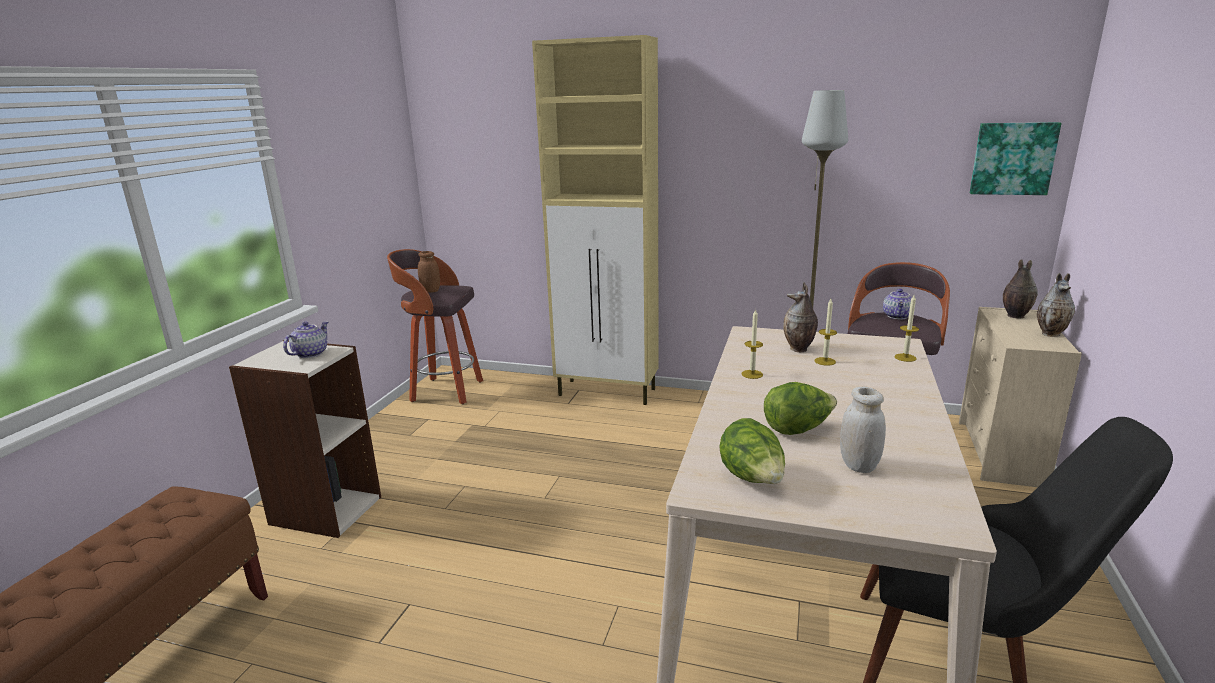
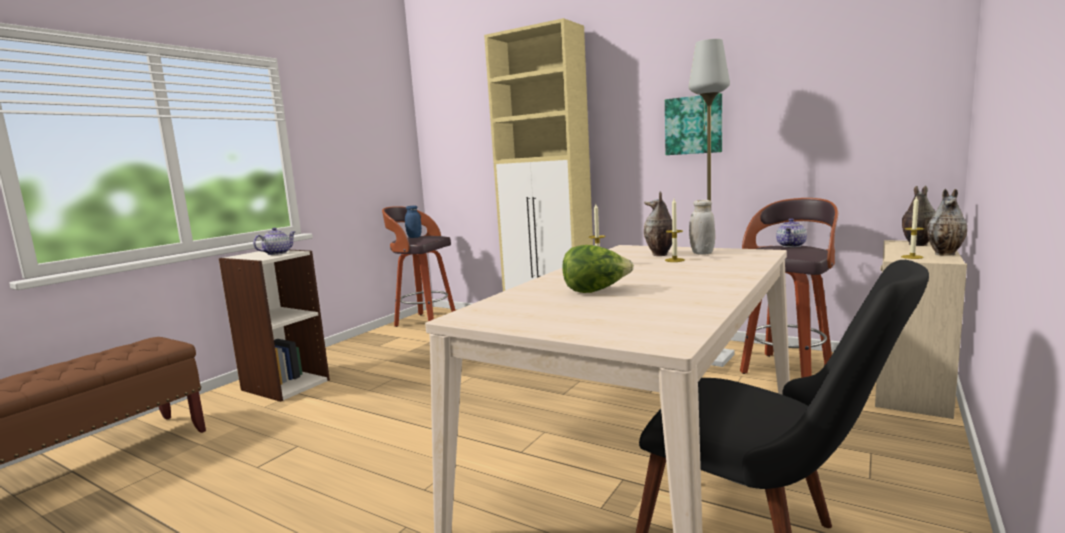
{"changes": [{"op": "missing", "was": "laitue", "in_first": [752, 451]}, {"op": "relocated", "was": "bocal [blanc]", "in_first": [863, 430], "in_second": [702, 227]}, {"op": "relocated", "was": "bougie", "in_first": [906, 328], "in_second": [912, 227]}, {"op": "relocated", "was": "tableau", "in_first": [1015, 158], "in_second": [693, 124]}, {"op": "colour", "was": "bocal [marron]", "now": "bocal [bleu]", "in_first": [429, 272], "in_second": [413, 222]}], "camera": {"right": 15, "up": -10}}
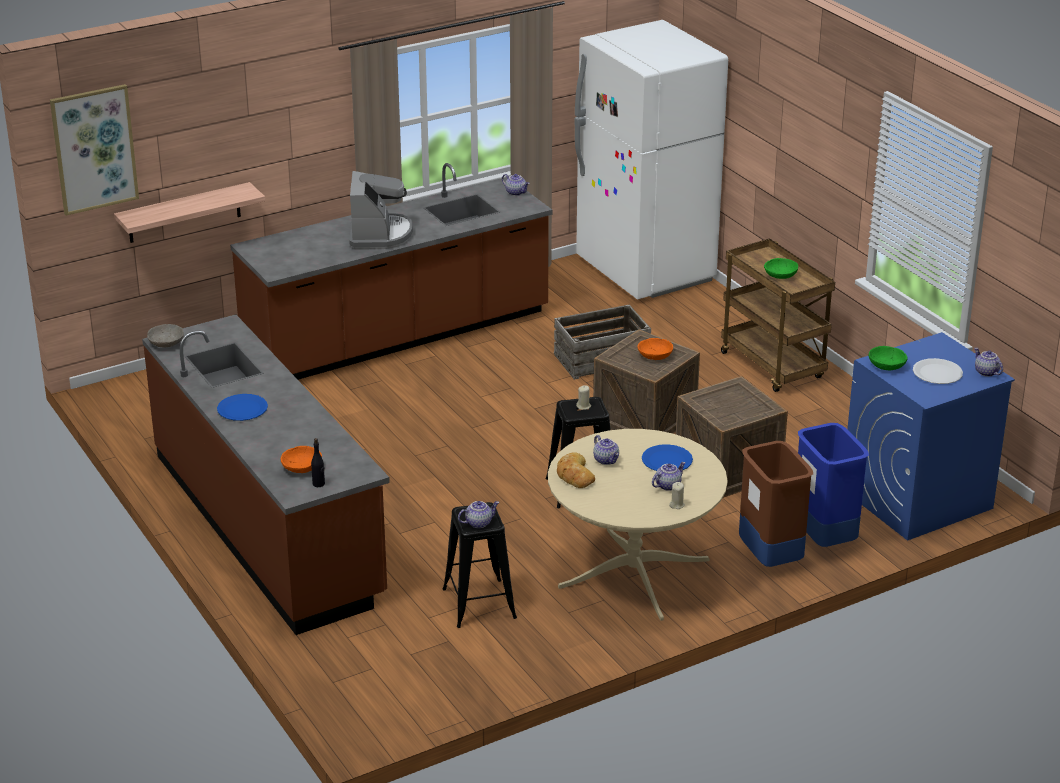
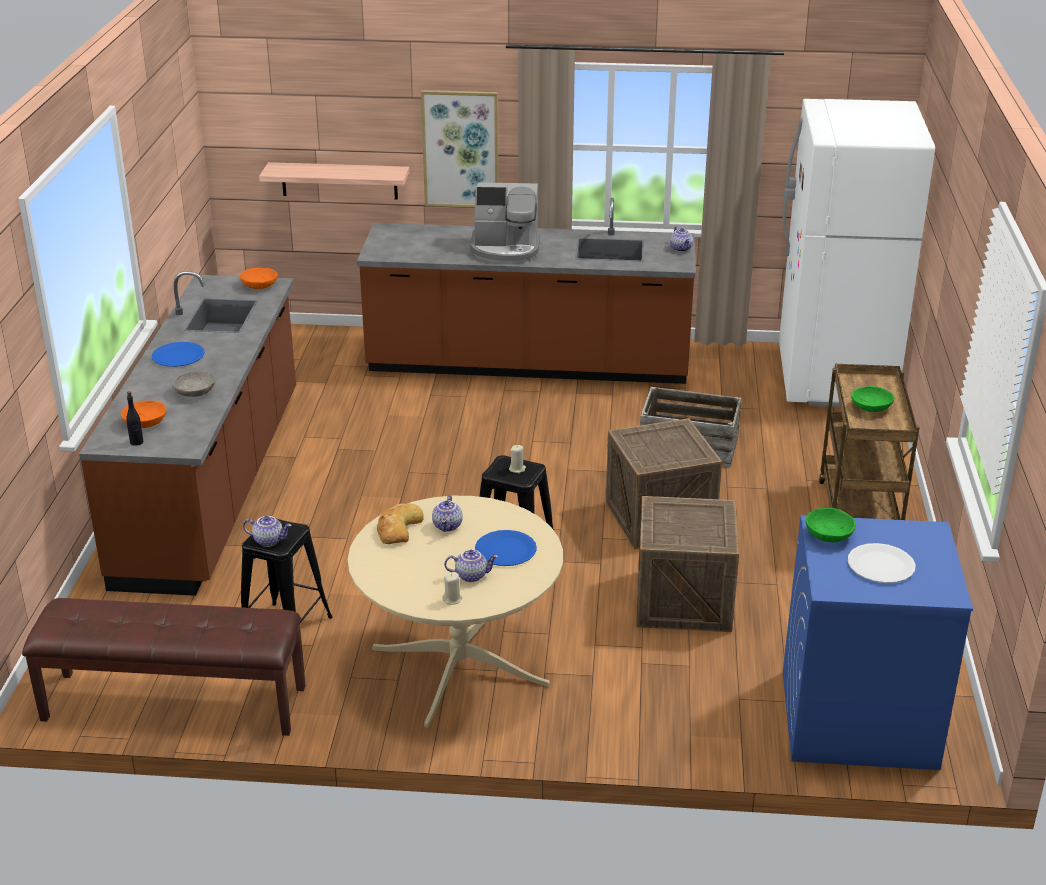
{"changes": [{"op": "missing", "was": "poubelle [marron]", "in_first": [776, 504]}, {"op": "missing", "was": "poubelle [bleu]", "in_first": [833, 485]}, {"op": "missing", "was": "théière", "in_first": [988, 362]}, {"op": "appeared", "now": "banc [marron]", "in_second": [163, 667]}, {"op": "relocated", "was": "tableau", "in_first": [94, 150], "in_second": [459, 149]}, {"op": "relocated", "was": "bol [gris]", "in_first": [165, 335], "in_second": [193, 384]}, {"op": "relocated", "was": "bol [orange]", "in_first": [655, 349], "in_second": [259, 278]}, {"op": "spun", "was": "machine à café", "in_first": [381, 210], "in_second": [505, 222], "clockwise": 60}], "camera": {"right": 35, "up": 0}}
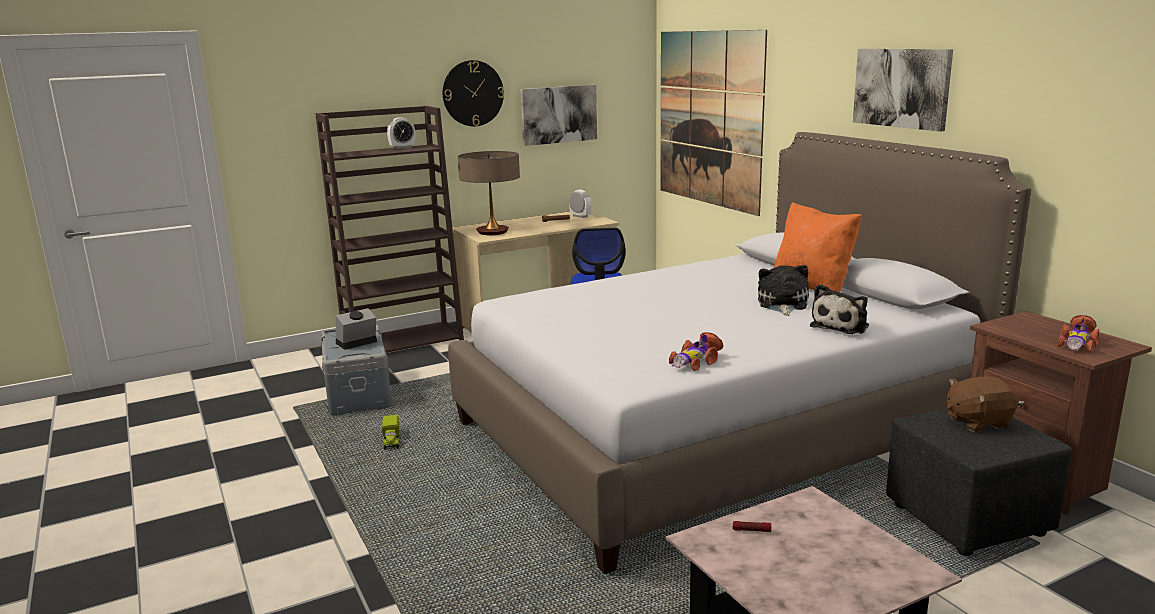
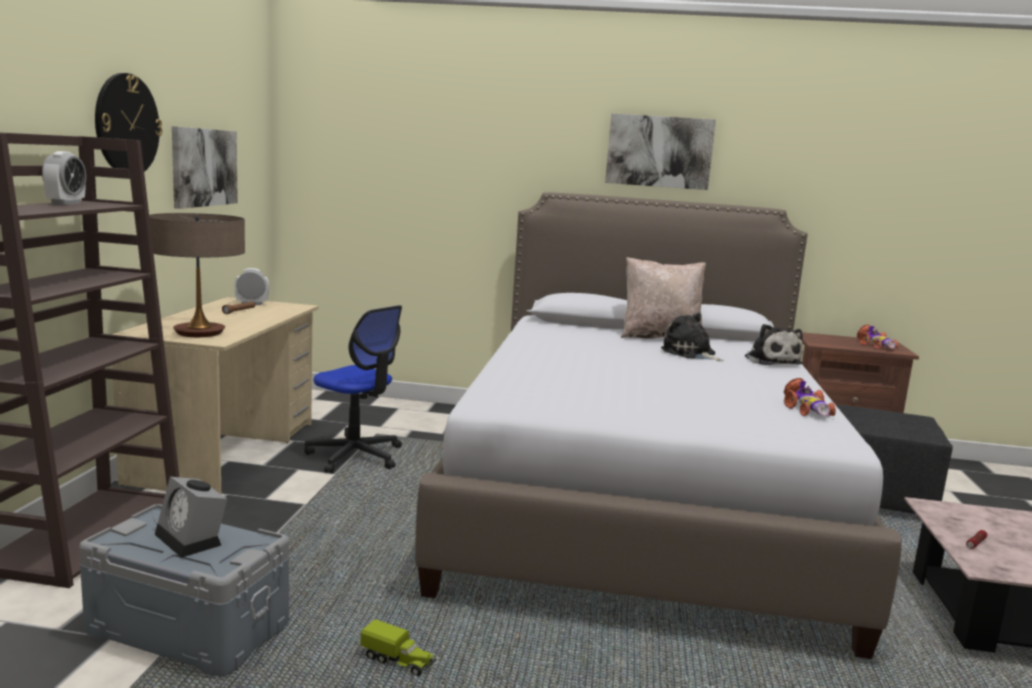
{"changes": [{"op": "missing", "was": "tableau", "in_first": [713, 123]}, {"op": "missing", "was": "peluche [marron]", "in_first": [982, 404]}, {"op": "colour", "was": "coussin [orange]", "now": "coussin [beige]", "in_first": [818, 247], "in_second": [663, 298]}, {"op": "spun", "was": "réveil", "in_first": [356, 329], "in_second": [191, 517], "clockwise": -45}], "camera": {"right": -55, "up": -5}}
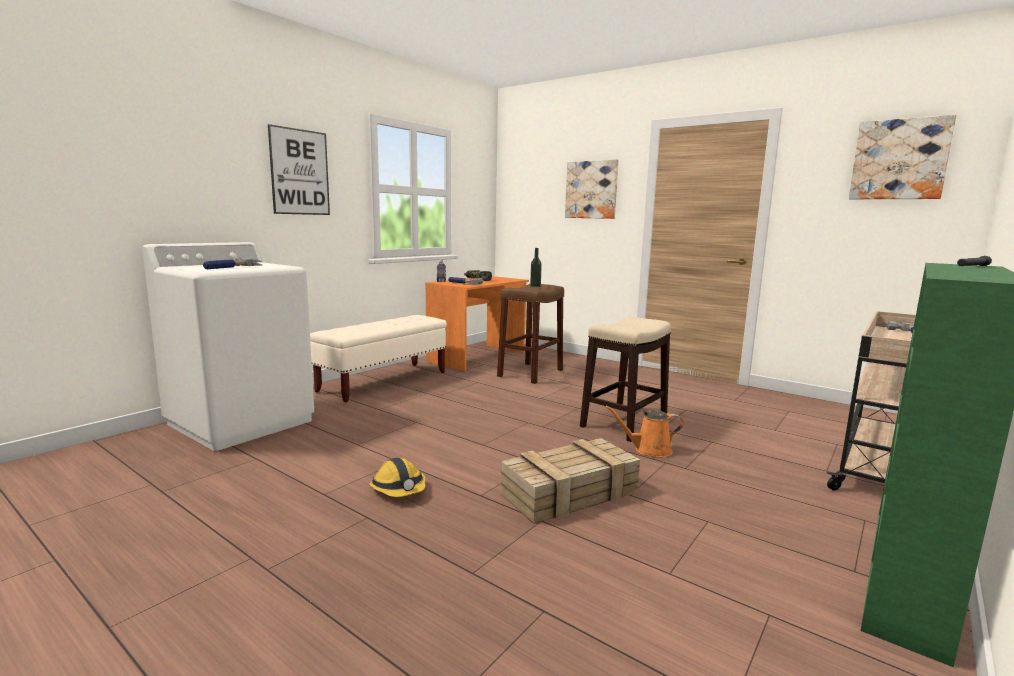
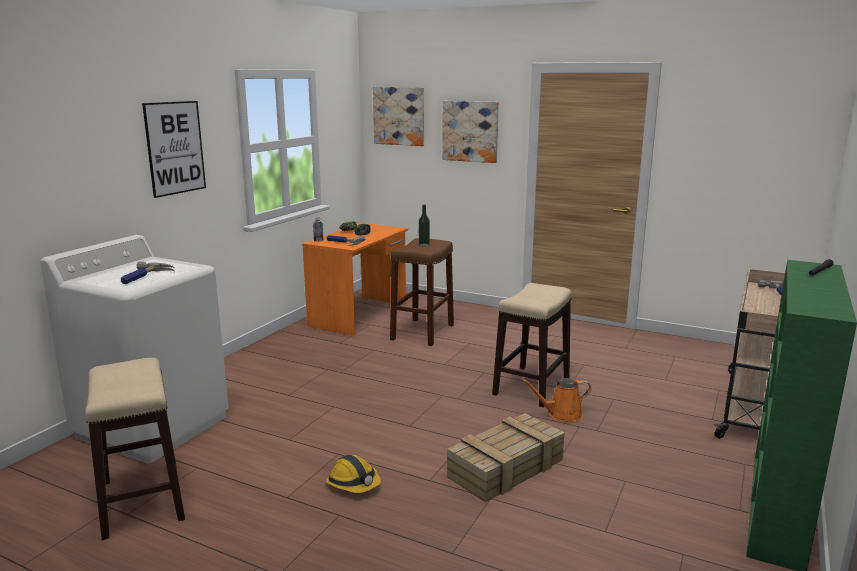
{"changes": [{"op": "missing", "was": "banc [beige]", "in_first": [378, 359]}, {"op": "appeared", "now": "tabouret", "in_second": [135, 449]}, {"op": "relocated", "was": "tableau", "in_first": [902, 157], "in_second": [398, 116]}], "camera": {"right": -10, "up": 5}}
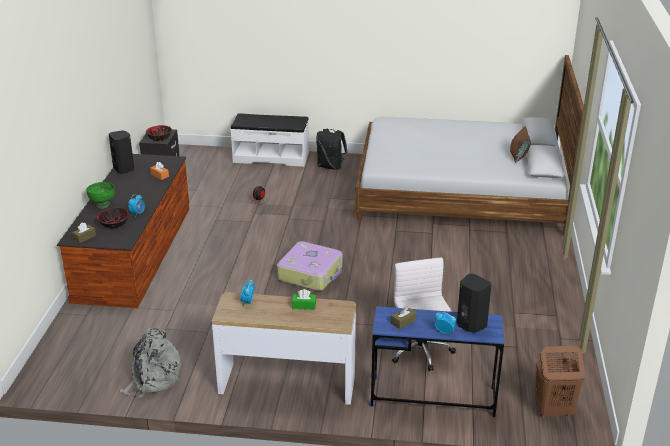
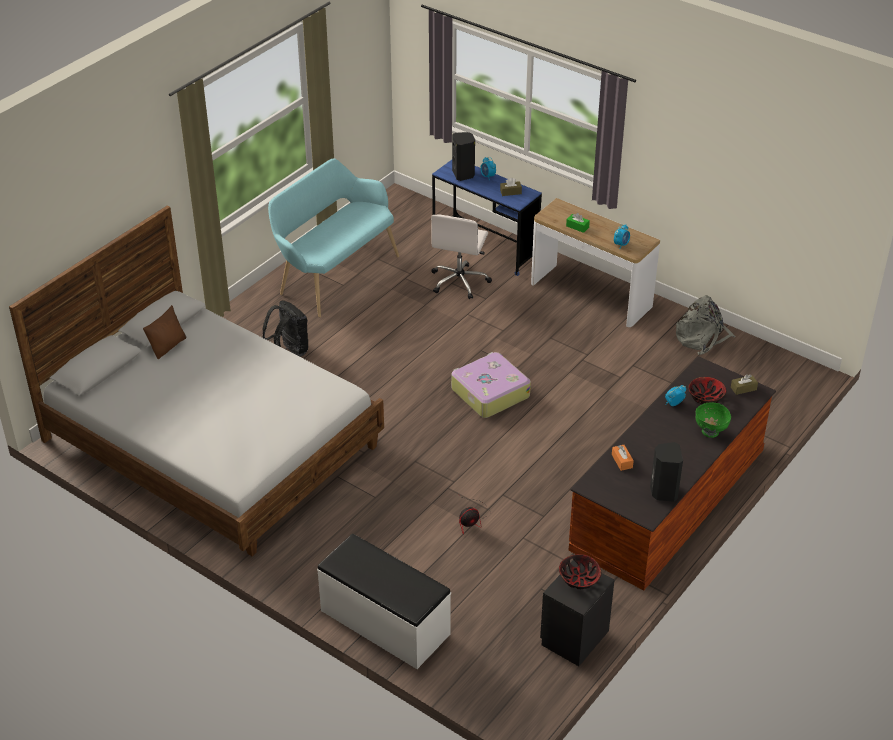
{"changes": [{"op": "missing", "was": "panier à linge [marron]", "in_first": [560, 382]}, {"op": "appeared", "now": "banc [turquoise]", "in_second": [333, 237]}, {"op": "relocated", "was": "sac à dos [noir]", "in_first": [332, 149], "in_second": [285, 329]}], "camera": {"right": -150, "up": 10}}
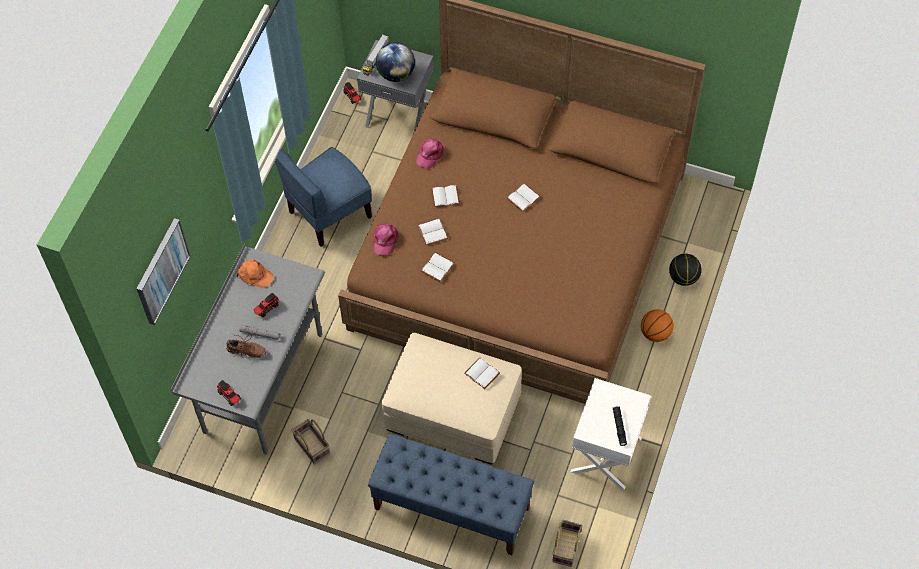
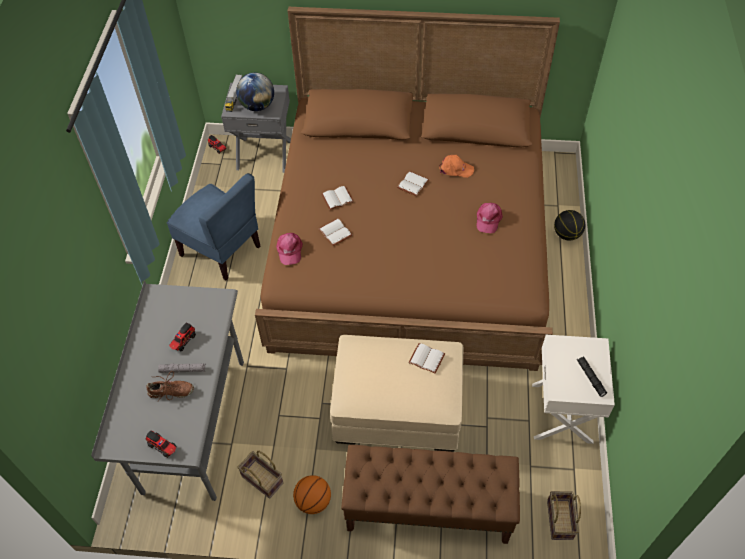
{"changes": [{"op": "missing", "was": "tableau", "in_first": [163, 271]}, {"op": "missing", "was": "livre [blanc]", "in_first": [438, 267]}, {"op": "relocated", "was": "casquette [orange]", "in_first": [255, 273], "in_second": [456, 166]}, {"op": "relocated", "was": "casquette [rose]", "in_first": [430, 153], "in_second": [490, 218]}, {"op": "relocated", "was": "ballon de basket", "in_first": [657, 325], "in_second": [312, 494]}, {"op": "colour", "was": "banc [bleu]", "now": "banc [marron]", "in_first": [451, 494], "in_second": [430, 494]}, {"op": "spun", "was": "chaise [bleu]", "in_first": [323, 197], "in_second": [213, 226], "clockwise": -90}], "camera": {"right": -15, "up": -5}}
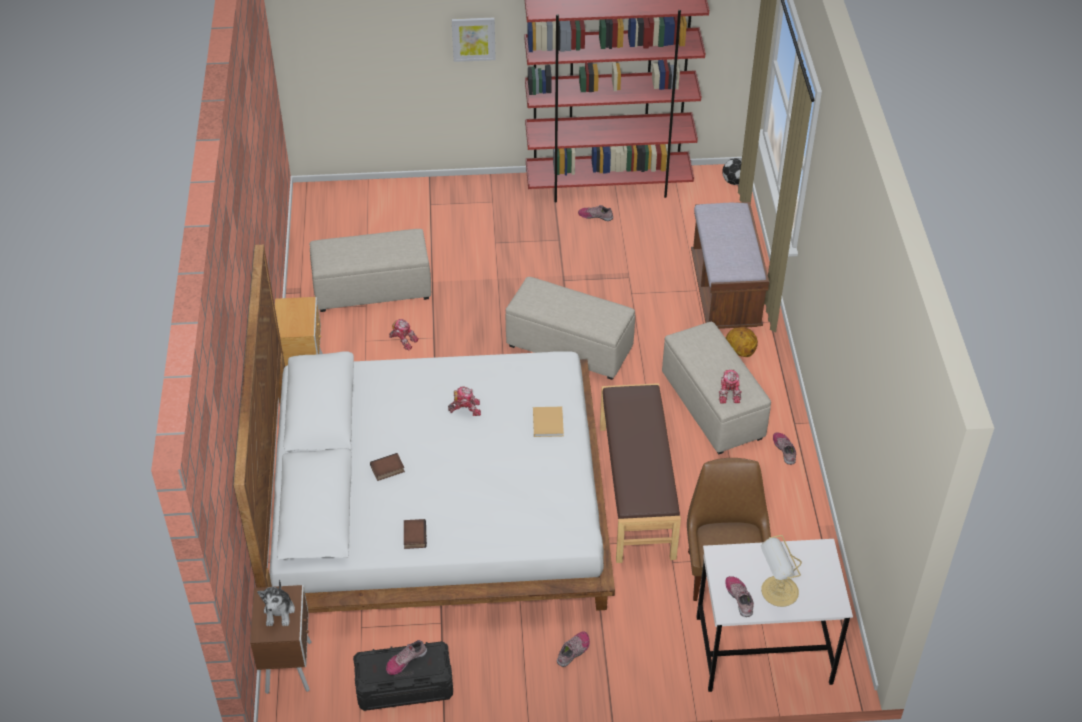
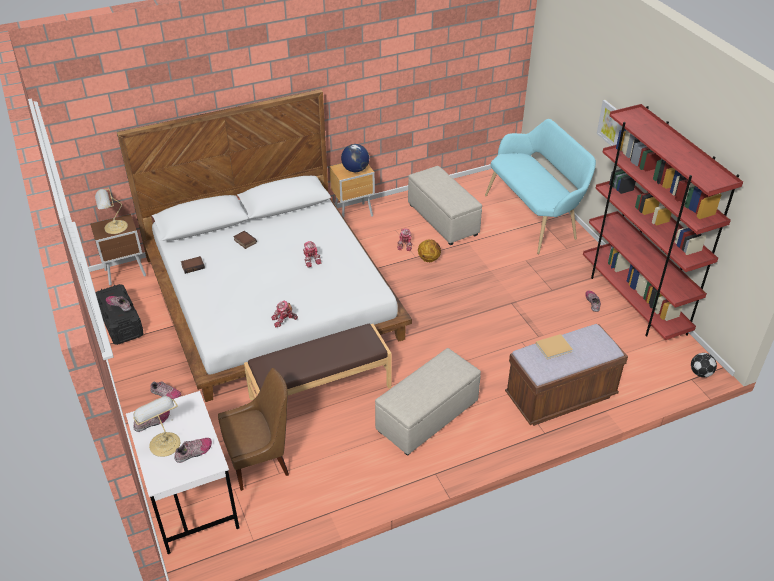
{"changes": [{"op": "missing", "was": "pouf [beige]", "in_first": [570, 328]}, {"op": "appeared", "now": "globe", "in_second": [355, 158]}, {"op": "appeared", "now": "banc [turquoise]", "in_second": [540, 186]}, {"op": "relocated", "was": "livre [beige]", "in_first": [548, 421], "in_second": [554, 347]}, {"op": "relocated", "was": "robot jouet", "in_first": [730, 386], "in_second": [284, 314]}, {"op": "relocated", "was": "ballon de basket", "in_first": [742, 342], "in_second": [429, 251]}, {"op": "relocated", "was": "chaussure", "in_first": [784, 448], "in_second": [193, 450]}, {"op": "exchanged", "was": "peluche", "now": "lampe de table", "in_first": [276, 602], "in_second": [111, 211]}], "camera": {"right": 70, "up": -5}}
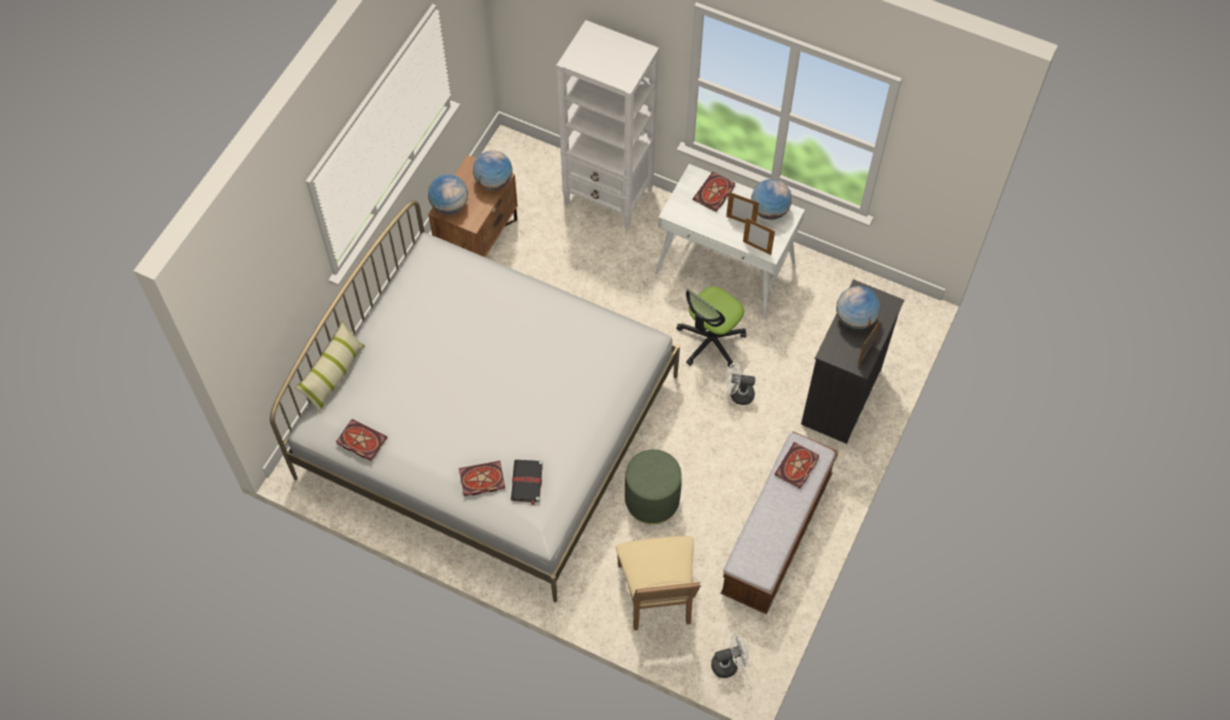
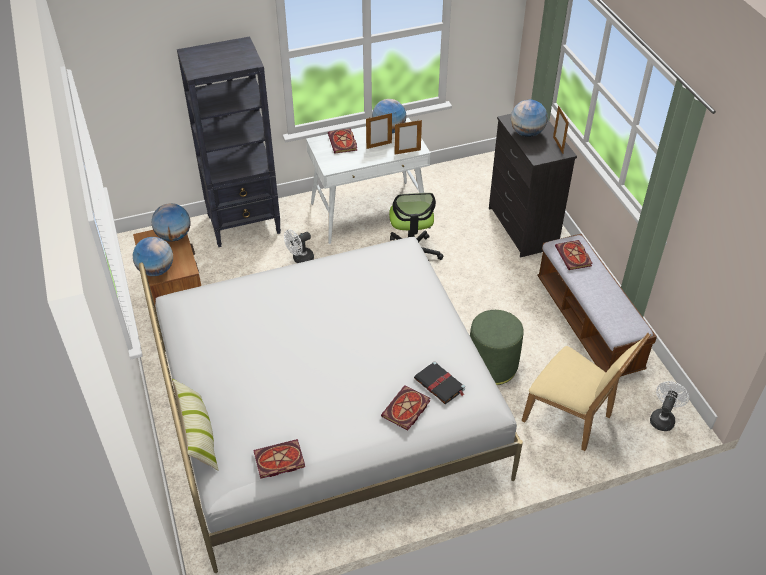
{"changes": [{"op": "relocated", "was": "ventilateur [blanc]", "in_first": [740, 384], "in_second": [299, 246]}, {"op": "colour", "was": "bibliothèque [blanc]", "now": "bibliothèque [noir]", "in_first": [607, 125], "in_second": [229, 142]}], "camera": {"right": -45, "up": -15}}
